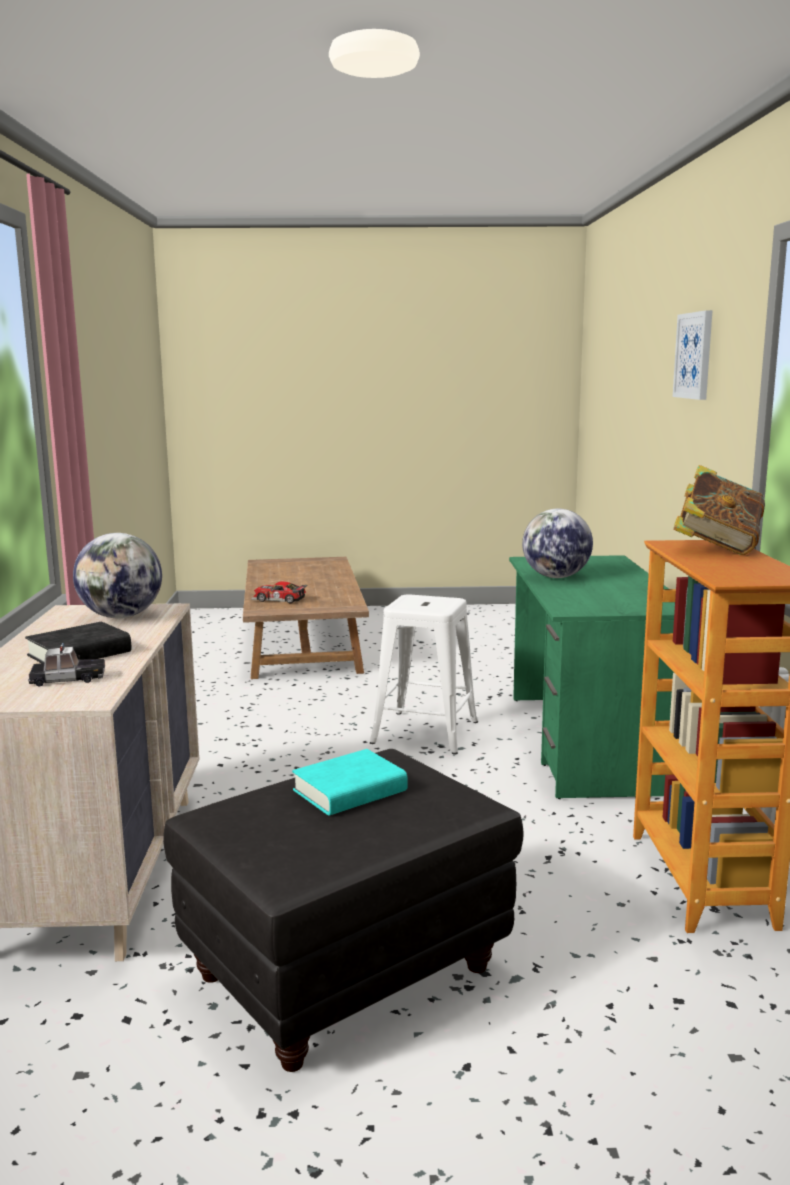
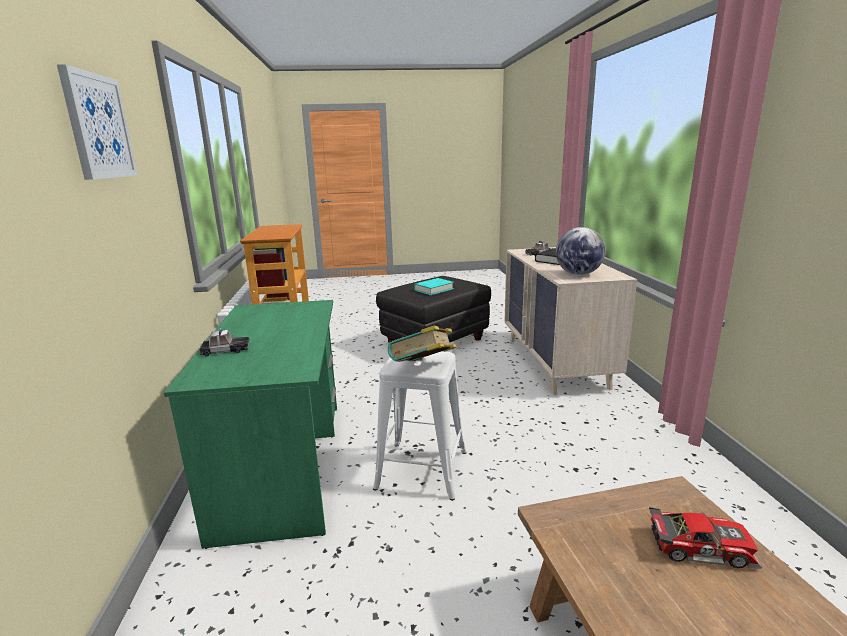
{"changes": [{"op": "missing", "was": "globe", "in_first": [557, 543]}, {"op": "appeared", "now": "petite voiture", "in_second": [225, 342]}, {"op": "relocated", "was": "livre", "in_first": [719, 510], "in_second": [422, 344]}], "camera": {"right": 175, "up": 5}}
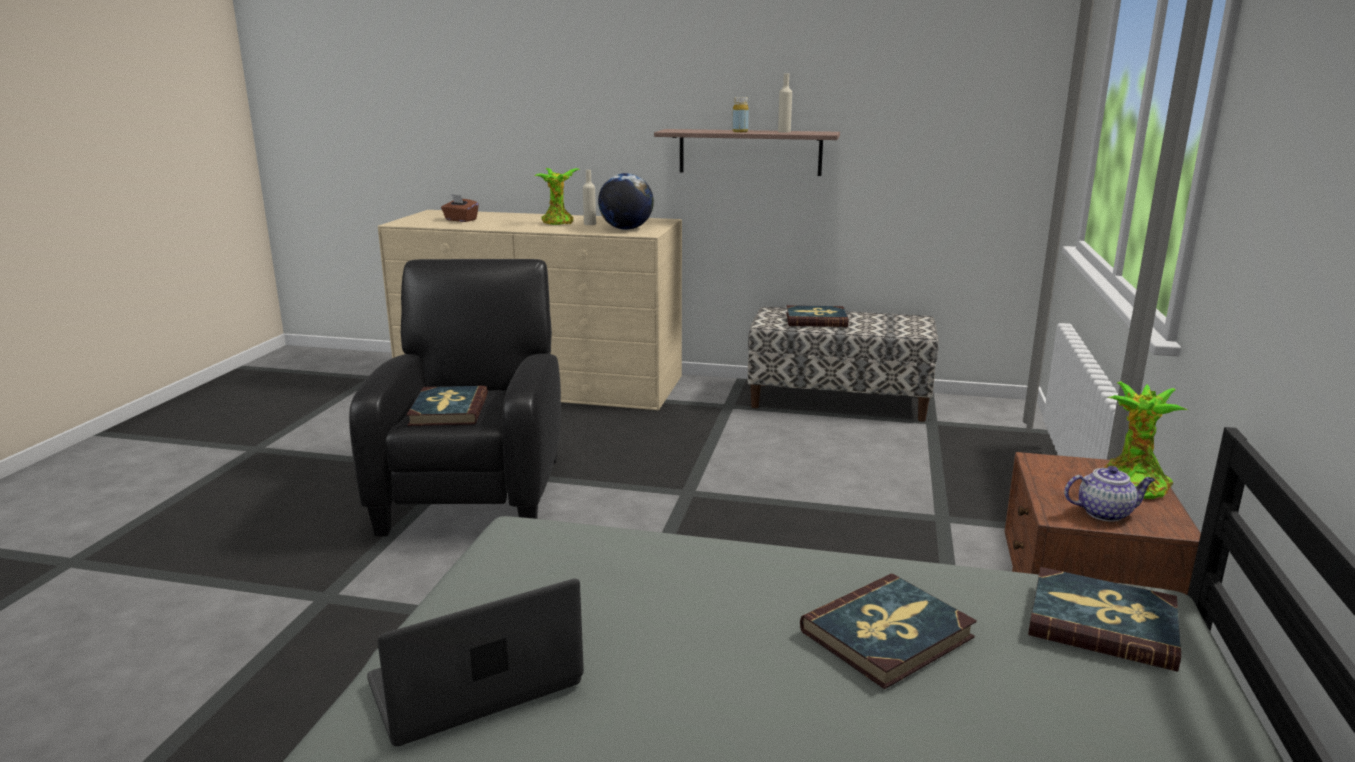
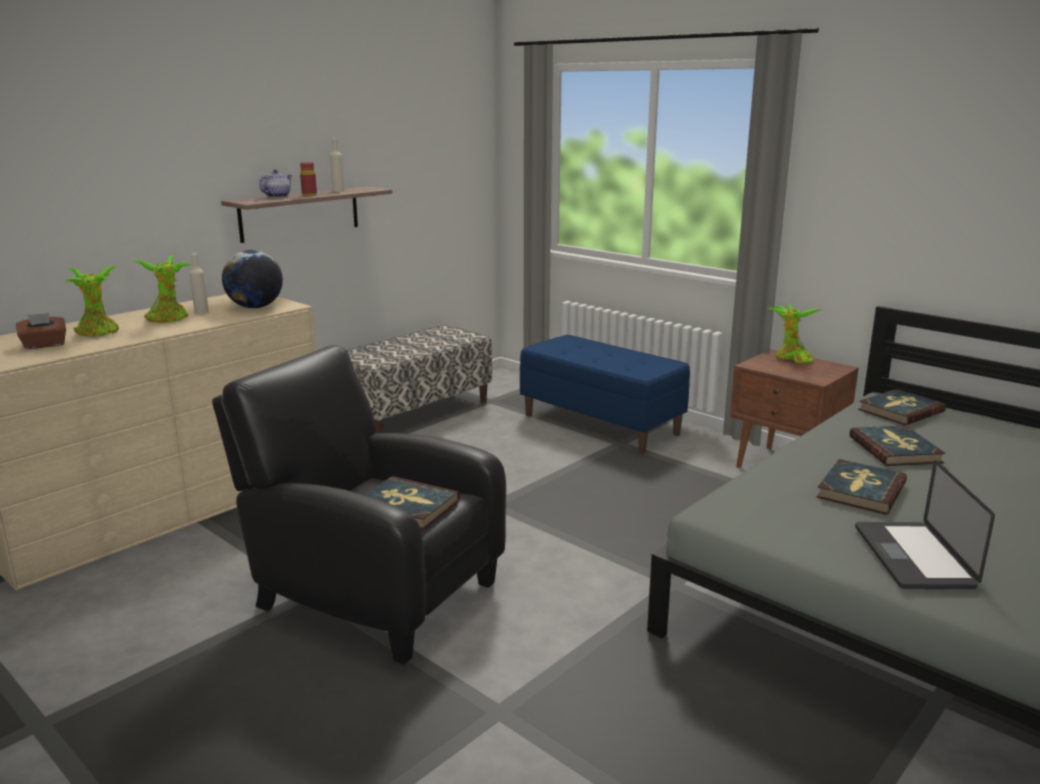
{"changes": [{"op": "appeared", "now": "plante en pot", "in_second": [92, 301]}, {"op": "appeared", "now": "banc [bleu]", "in_second": [605, 394]}, {"op": "relocated", "was": "livre", "in_first": [817, 316], "in_second": [861, 487]}, {"op": "relocated", "was": "théière", "in_first": [1109, 494], "in_second": [275, 183]}, {"op": "colour", "was": "bouteille [jaune]", "now": "bouteille [rouge]", "in_first": [741, 114], "in_second": [308, 179]}], "camera": {"right": -60, "up": 0}}
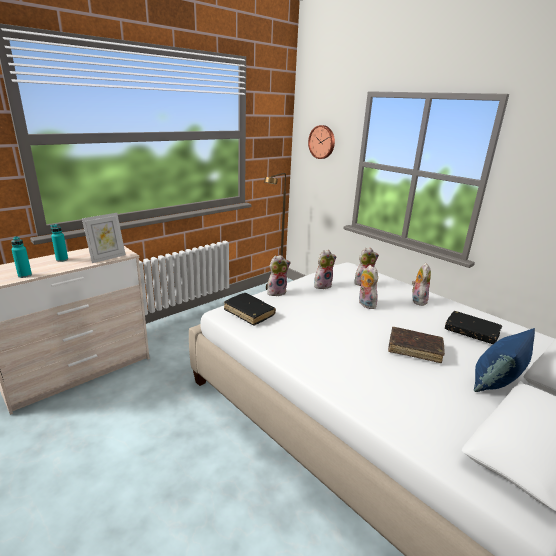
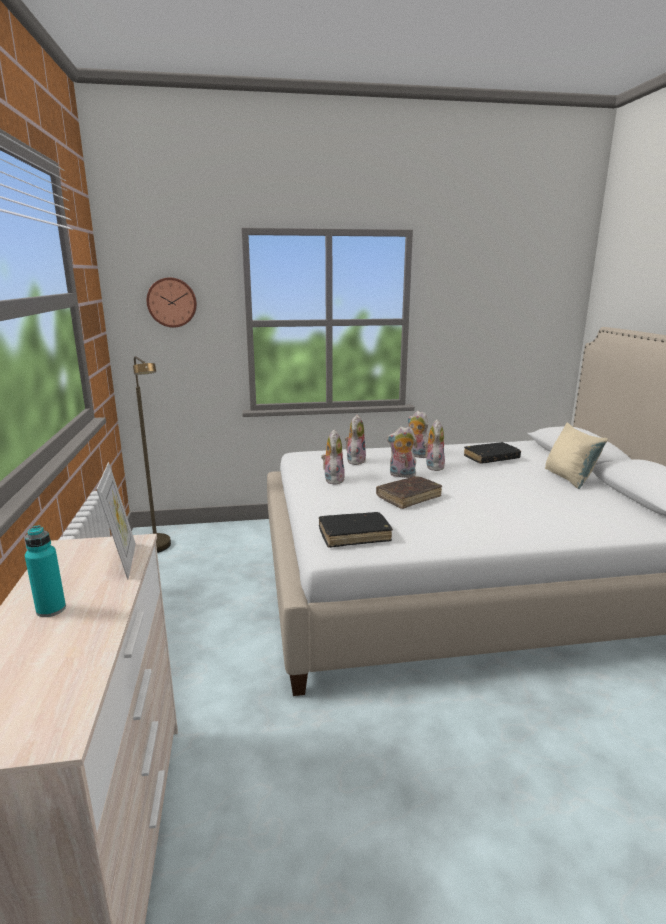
{"changes": [{"op": "missing", "was": "bouteille [turquoise]", "in_first": [21, 257]}, {"op": "relocated", "was": "peluche", "in_first": [279, 275], "in_second": [434, 445]}, {"op": "relocated", "was": "livre [marron]", "in_first": [416, 345], "in_second": [409, 492]}, {"op": "colour", "was": "coussin [bleu]", "now": "coussin [beige]", "in_first": [504, 360], "in_second": [576, 456]}], "camera": {"right": -55, "up": -5}}
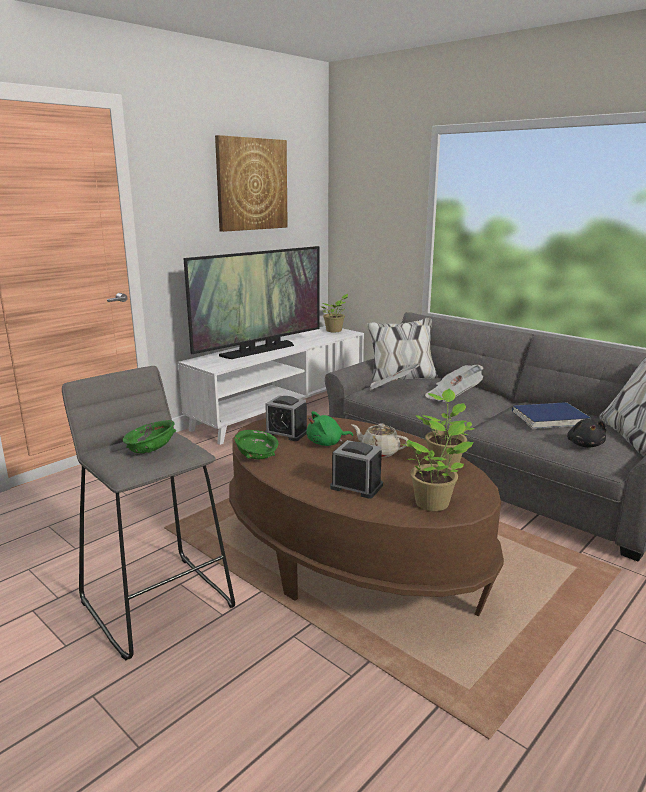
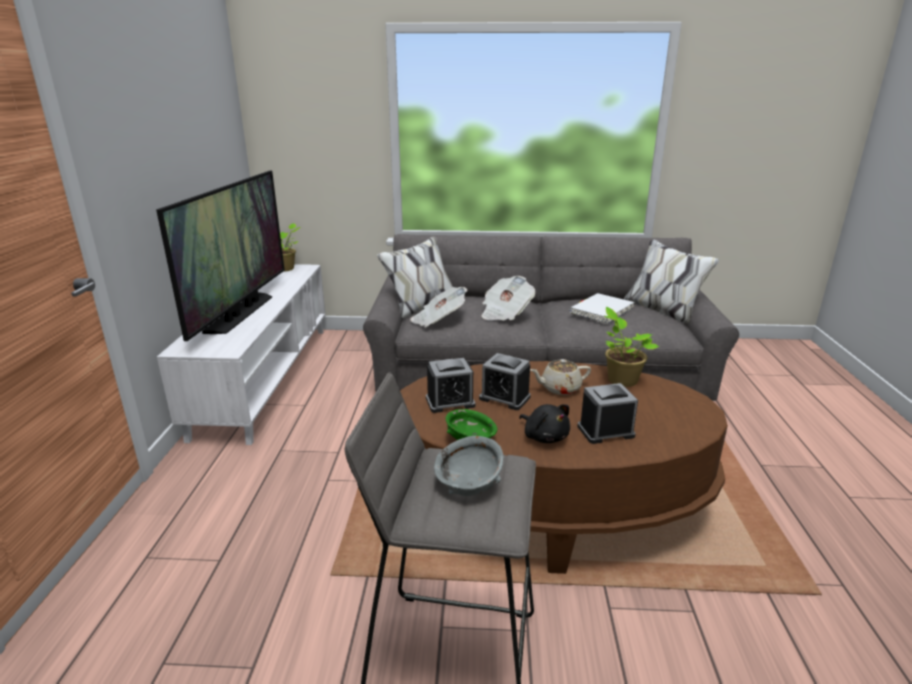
{"changes": [{"op": "missing", "was": "tableau", "in_first": [251, 183]}, {"op": "missing", "was": "plante en pot", "in_first": [438, 465]}, {"op": "relocated", "was": "peluche [noir]", "in_first": [586, 433], "in_second": [544, 423]}, {"op": "exchanged", "was": "peluche [vert]", "now": "réveil", "in_first": [329, 428], "in_second": [505, 381]}, {"op": "colour", "was": "bol [vert]", "now": "bol [gris]", "in_first": [149, 436], "in_second": [469, 466]}, {"op": "colour", "was": "livre [bleu]", "now": "livre [blanc]", "in_first": [552, 415], "in_second": [602, 308]}], "camera": {"right": -40, "up": 5}}
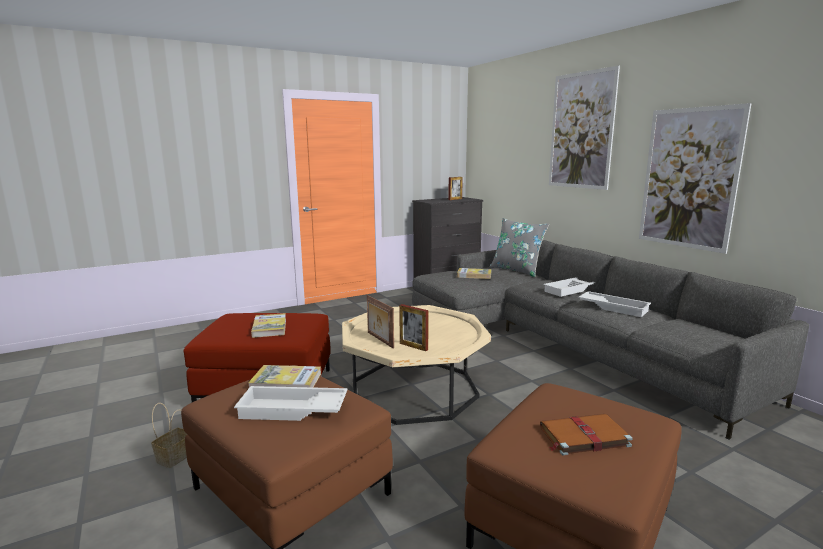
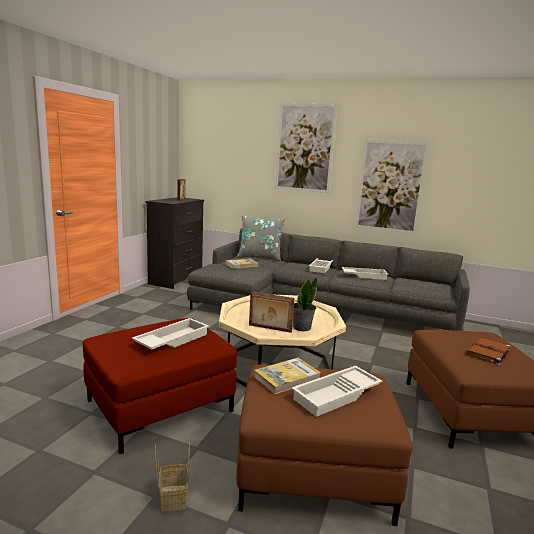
{"changes": [{"op": "exchanged", "was": "livre", "now": "plateau [blanc]", "in_first": [268, 325], "in_second": [170, 334]}, {"op": "exchanged", "was": "cadre photo", "now": "plante en pot", "in_first": [413, 327], "in_second": [305, 304]}], "camera": {"right": -40, "up": 0}}
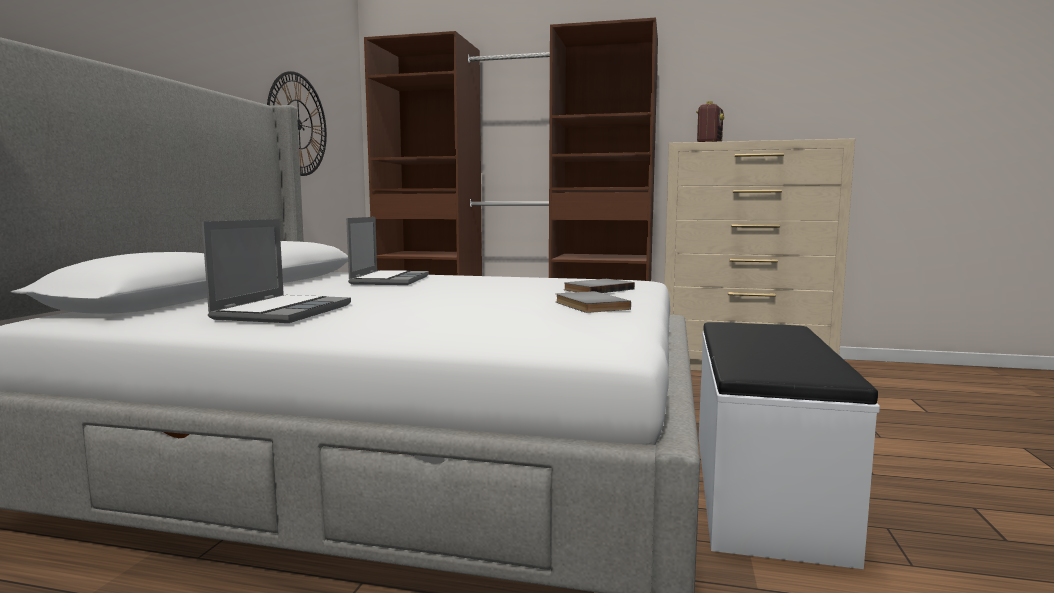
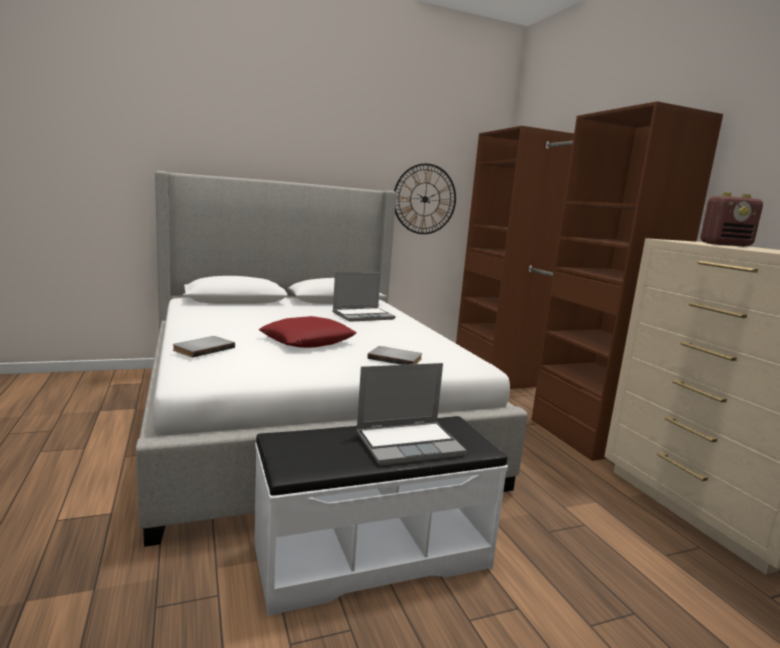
{"changes": [{"op": "appeared", "now": "coussin [rouge]", "in_second": [307, 332]}, {"op": "relocated", "was": "ordinateur portable", "in_first": [276, 271], "in_second": [411, 414]}, {"op": "relocated", "was": "livre [gris]", "in_first": [593, 302], "in_second": [204, 347]}], "camera": {"right": 55, "up": 5}}
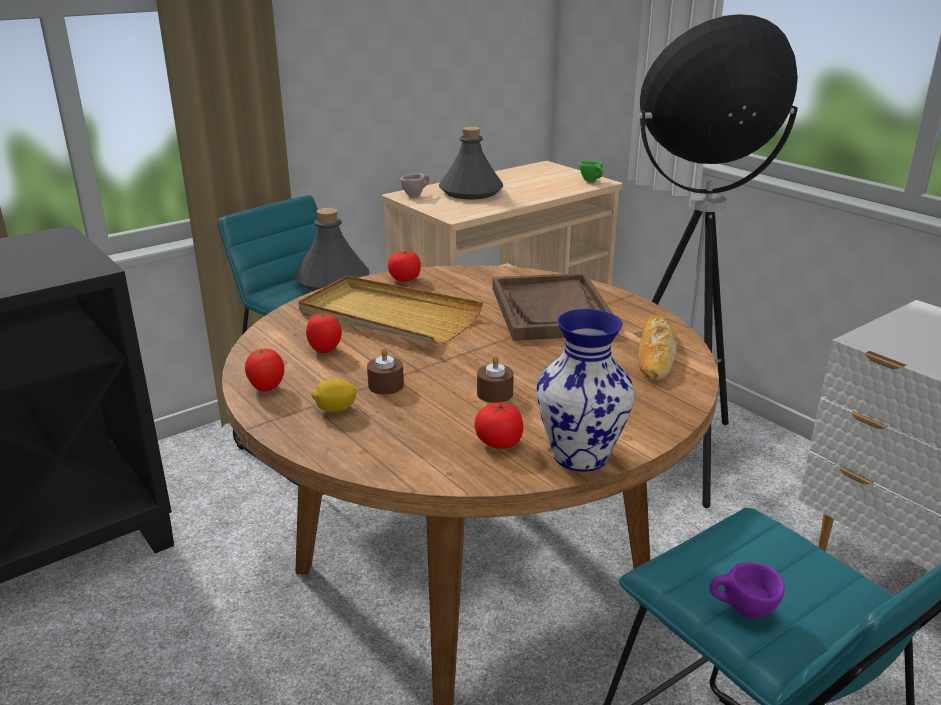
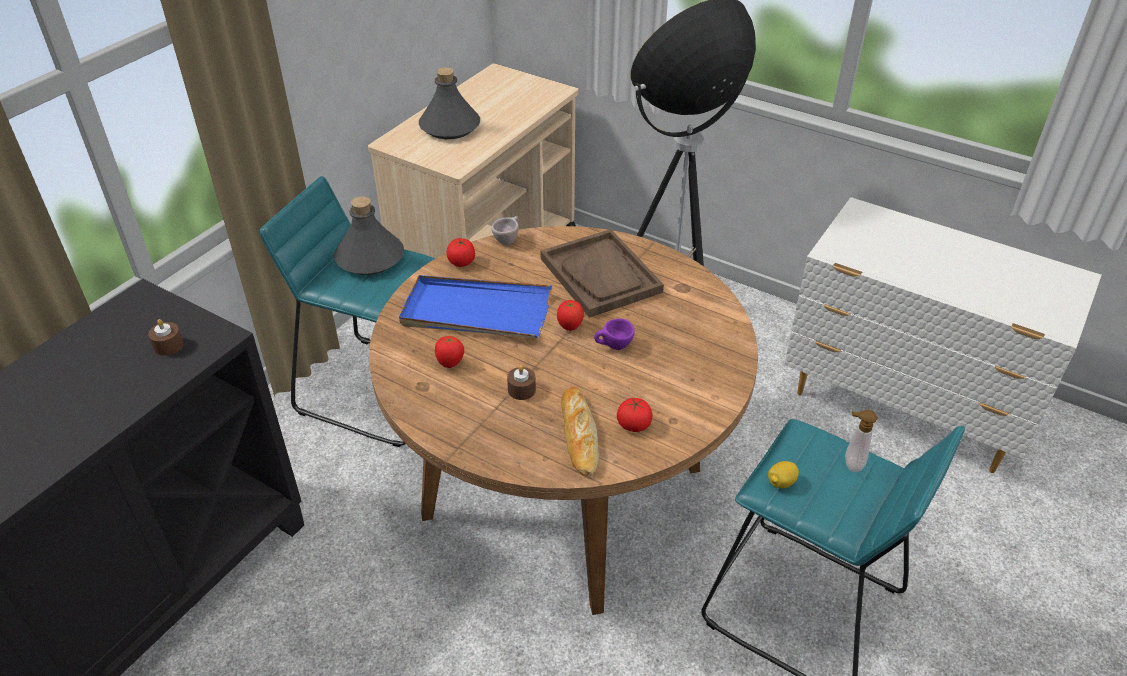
{"changes": [{"op": "missing", "was": "vase", "in_first": [585, 390]}, {"op": "missing", "was": "tasse [vert]", "in_first": [591, 171]}, {"op": "appeared", "now": "distributeur de savon", "in_second": [861, 441]}, {"op": "relocated", "was": "tomate", "in_first": [264, 370], "in_second": [570, 315]}, {"op": "relocated", "was": "citron", "in_first": [334, 395], "in_second": [783, 474]}, {"op": "relocated", "was": "tasse [beige]", "in_first": [415, 185], "in_second": [505, 230]}, {"op": "relocated", "was": "bougie [marron]", "in_first": [495, 379], "in_second": [166, 337]}, {"op": "relocated", "was": "pain", "in_first": [657, 347], "in_second": [580, 431]}, {"op": "relocated", "was": "tasse [violet]", "in_first": [747, 590], "in_second": [614, 334]}, {"op": "colour", "was": "plateau [beige]", "now": "plateau [bleu]", "in_first": [390, 310], "in_second": [475, 306]}], "camera": {"right": -20, "up": 15}}
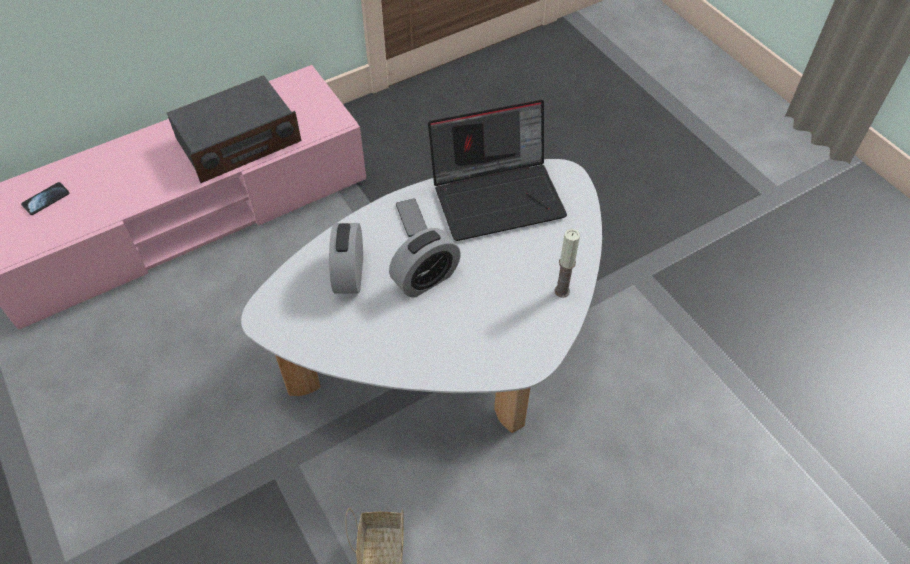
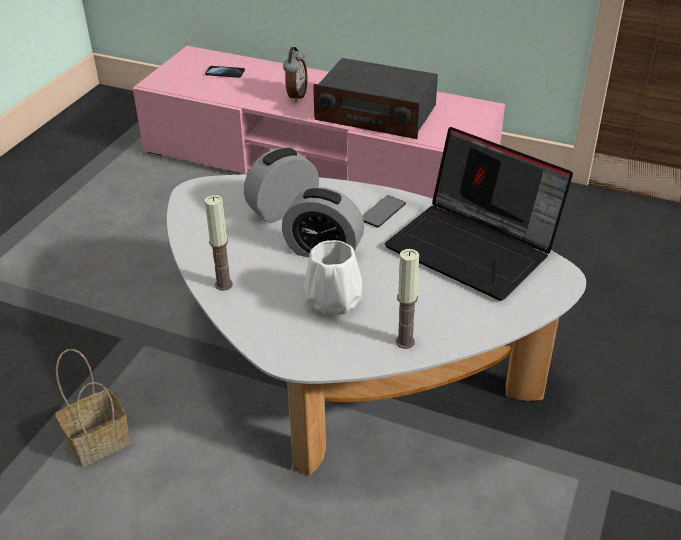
{"changes": [{"op": "appeared", "now": "bougie", "in_second": [219, 243]}, {"op": "appeared", "now": "réveil", "in_second": [295, 74]}, {"op": "appeared", "now": "vase [blanc]", "in_second": [333, 277]}], "camera": {"right": 55, "up": -15}}
